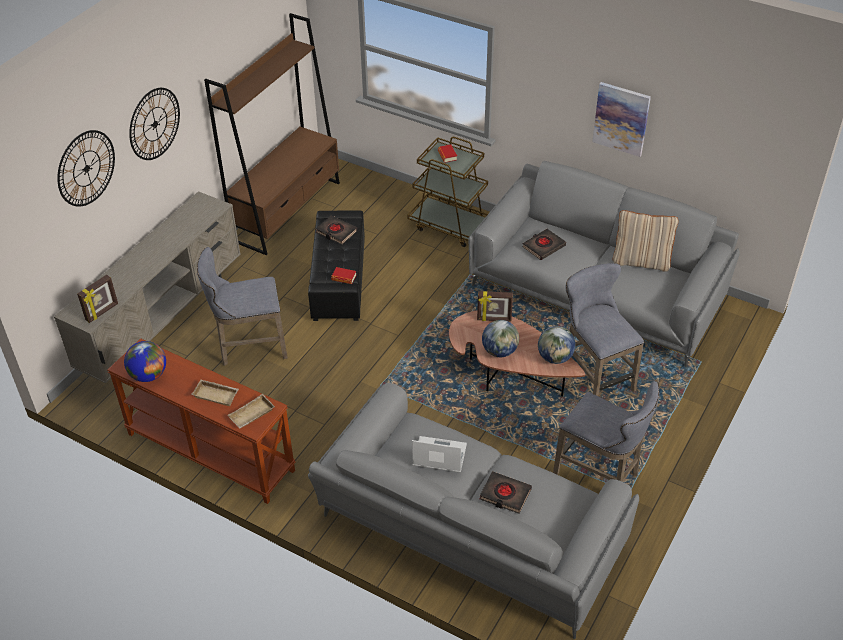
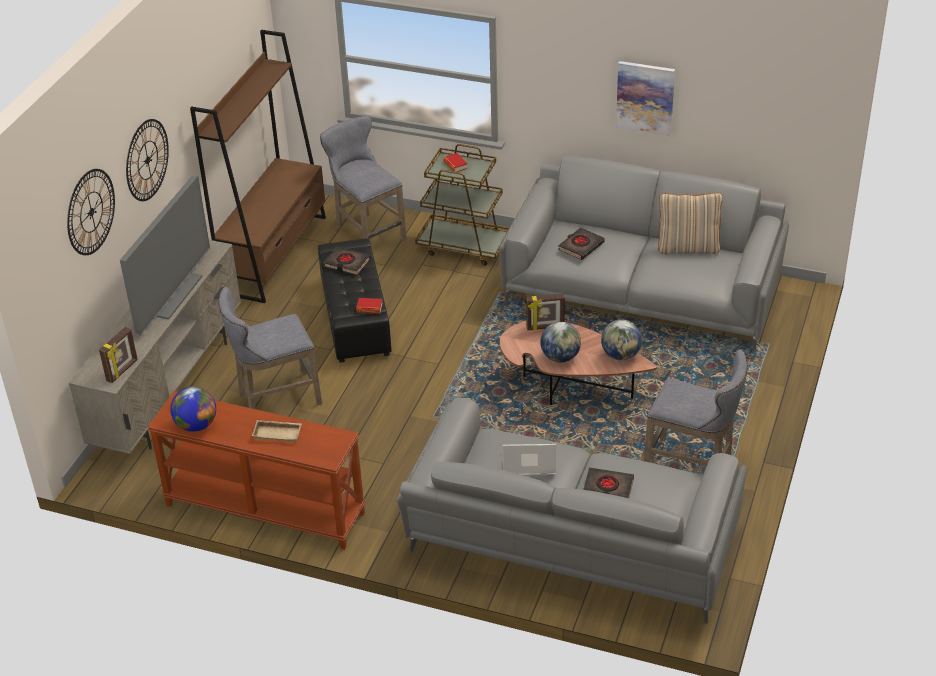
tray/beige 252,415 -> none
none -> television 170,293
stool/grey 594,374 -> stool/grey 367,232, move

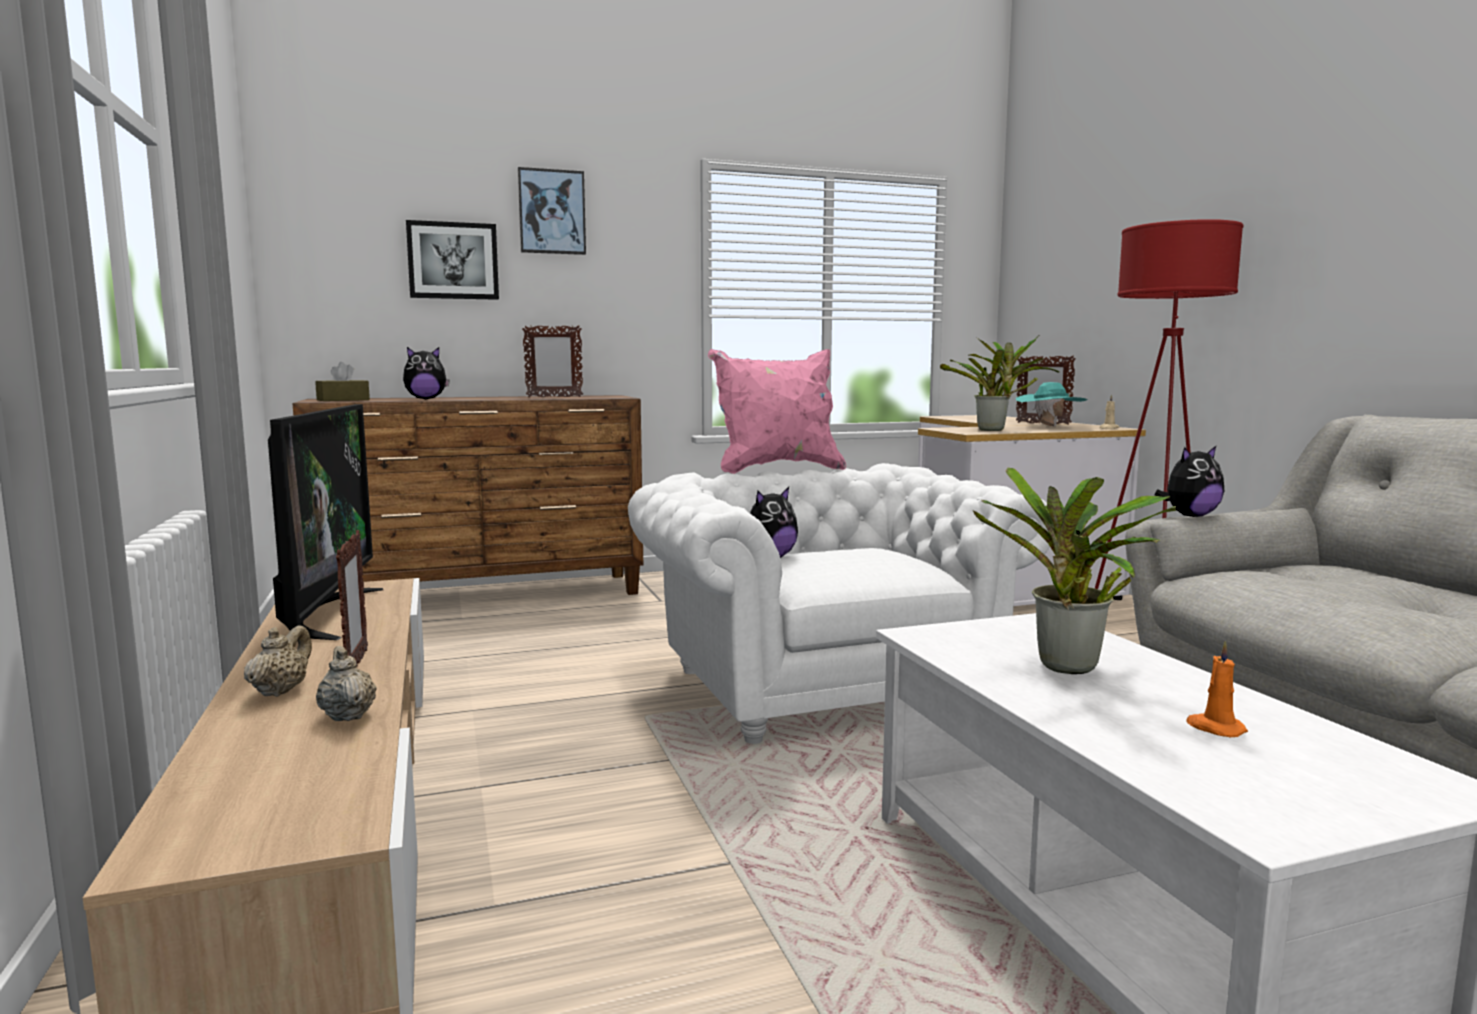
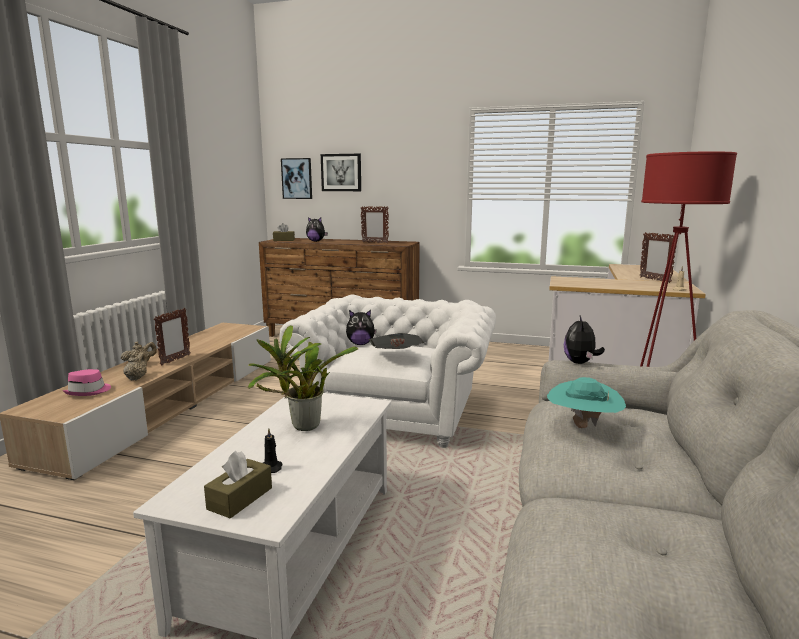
television 325,614 -> none
pillow/pink 777,470 -> none
potted plant 994,430 -> none
none -> hat/pink 89,391
none -> tissue box/brown 240,498
none -> newspaper 396,356
picture 551,212 -> picture 297,178, move
hat/turquoise 1049,427 -> hat/turquoise 582,427, move
candle/orange 1214,728 -> candle/black 271,467
plush toy 1190,516 -> plush toy 580,363, 90 degrees clockwise

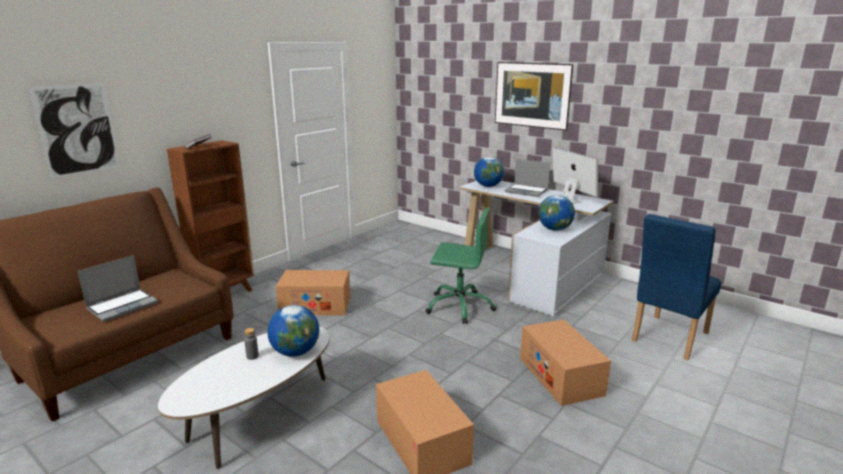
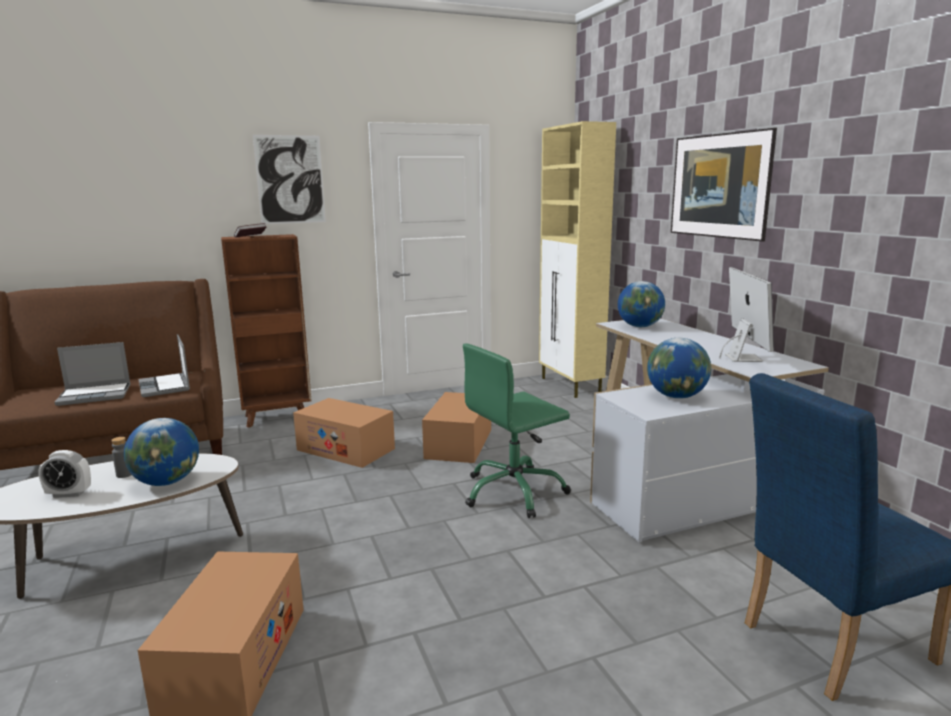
none -> alarm clock 69,494
none -> cabinet/beige 570,386
picture 77,129 -> picture 290,179, move
laptop 527,191 -> laptop 165,386, move
cardboard box 560,376 -> cardboard box 459,443, move
office chair/green 459,306 -> office chair/green 514,492, 105 degrees clockwise

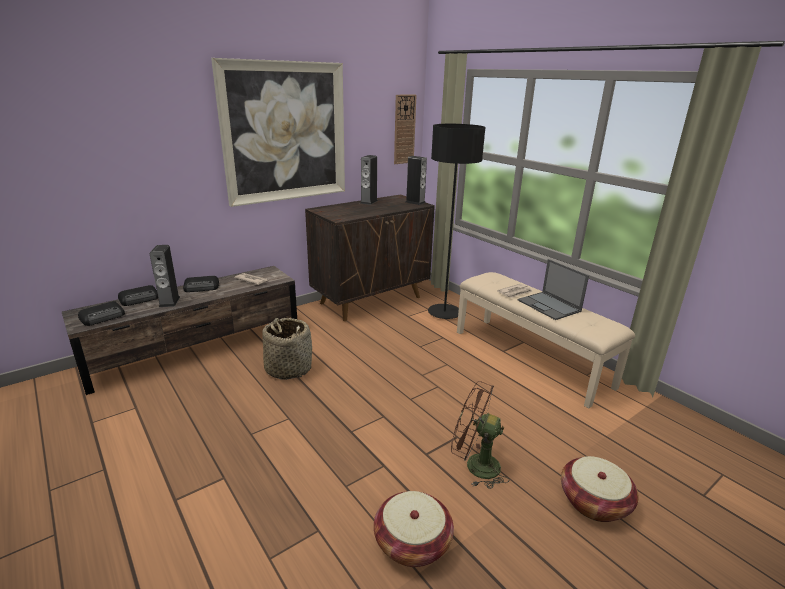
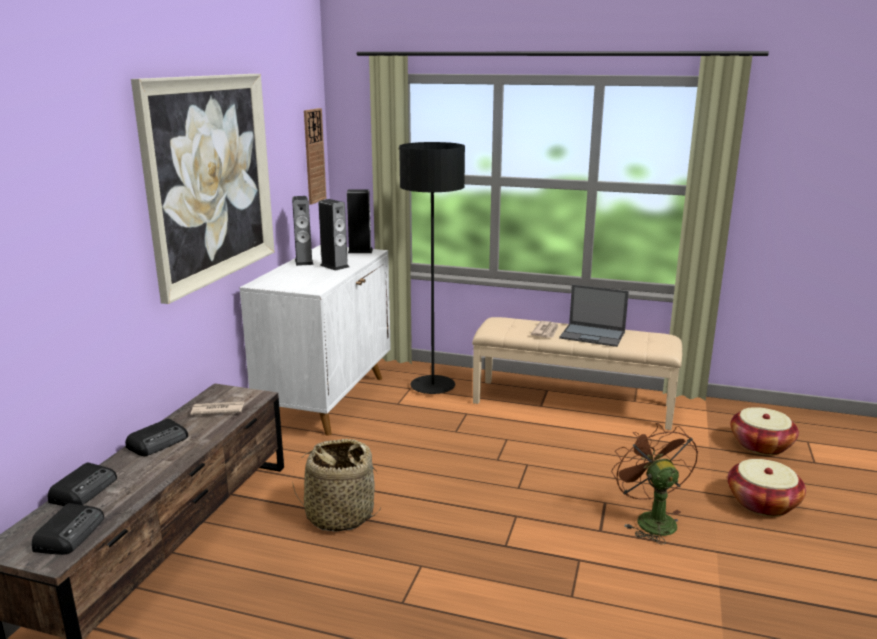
speaker 169,302 -> speaker 334,266, move
basket 412,542 -> basket 761,445, move
cabinet/brown 371,300 -> cabinet/white 328,399
fan/brown 475,465 -> fan/brown 650,519, 90 degrees clockwise

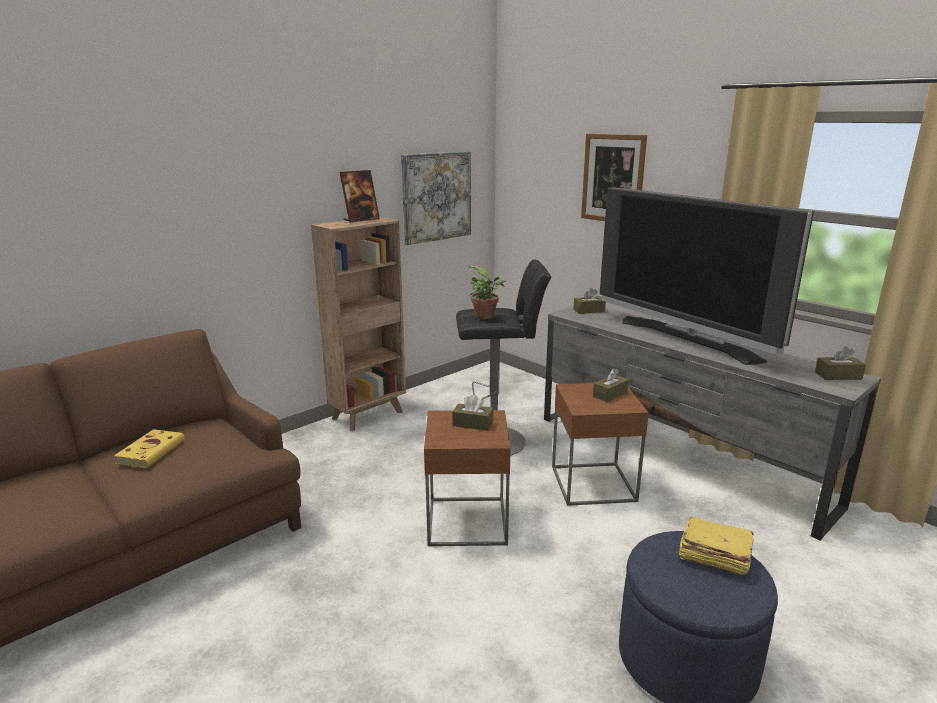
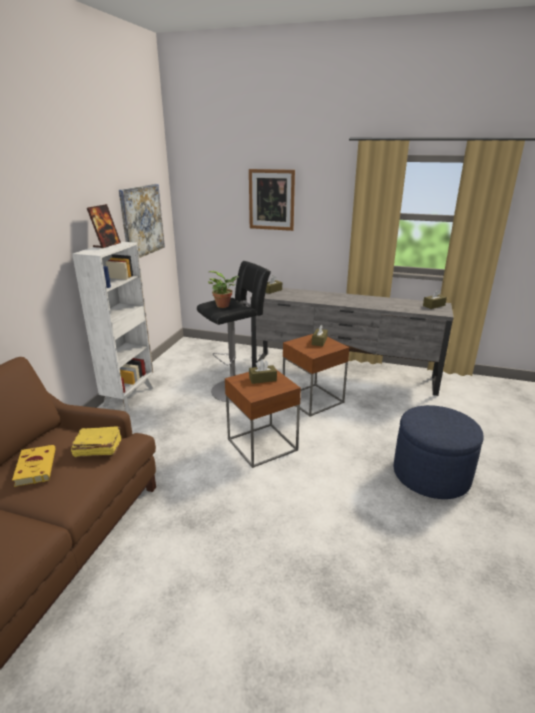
television 687,339 -> none
book/yellow 713,556 -> book/yellow 97,448, move
bookcase/brown 369,415 -> bookcase/white 129,396

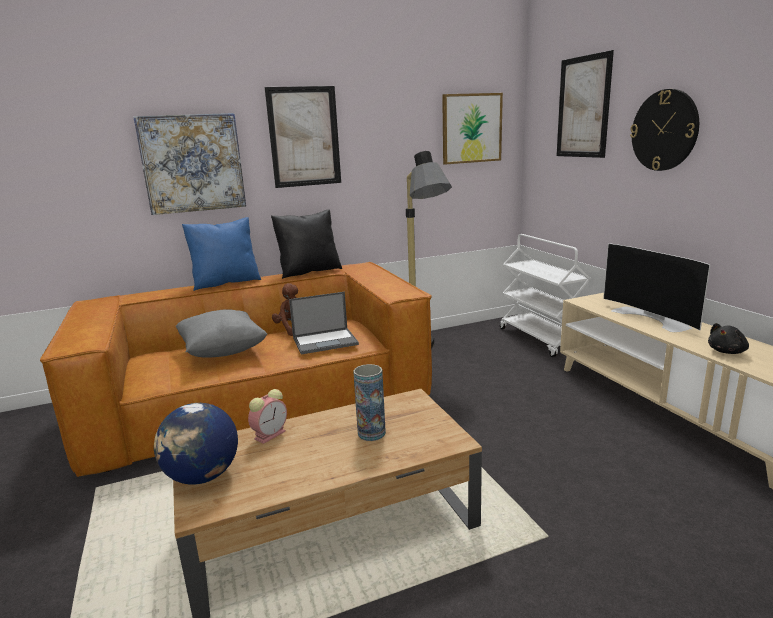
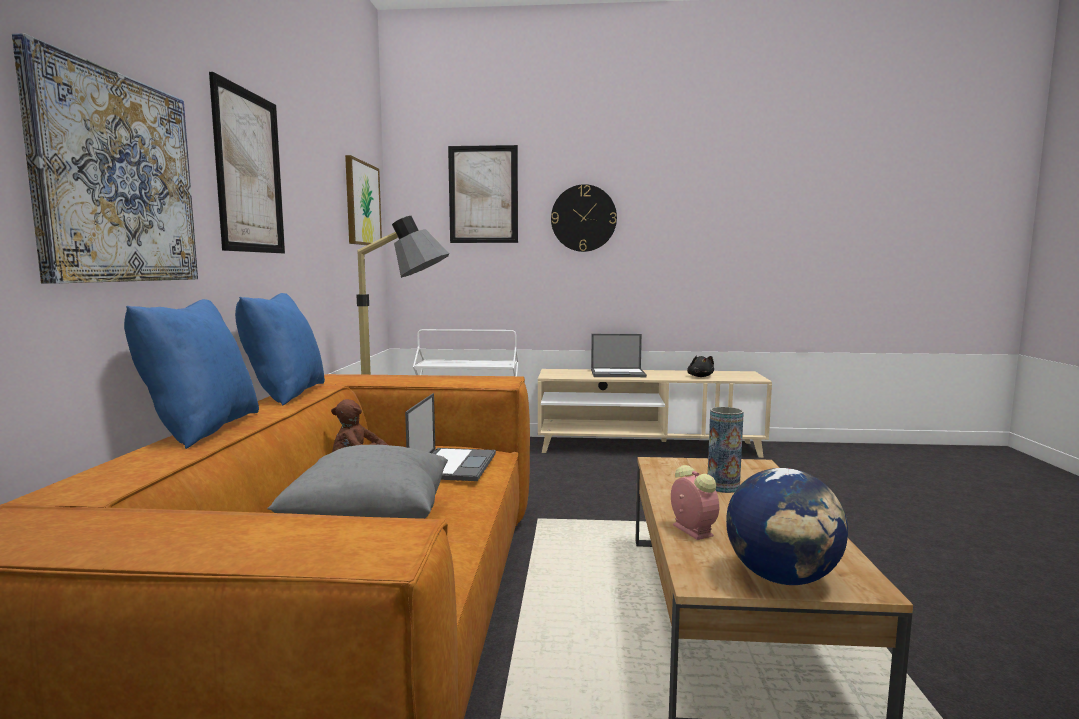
television 652,318 -> laptop 618,373
pillow/black 309,271 -> pillow/blue 285,394

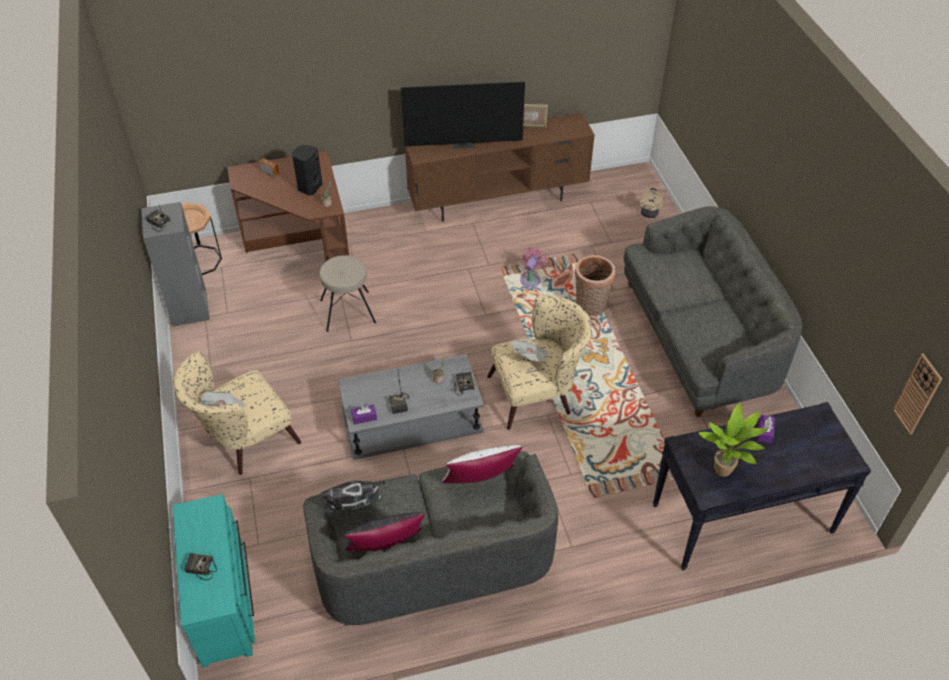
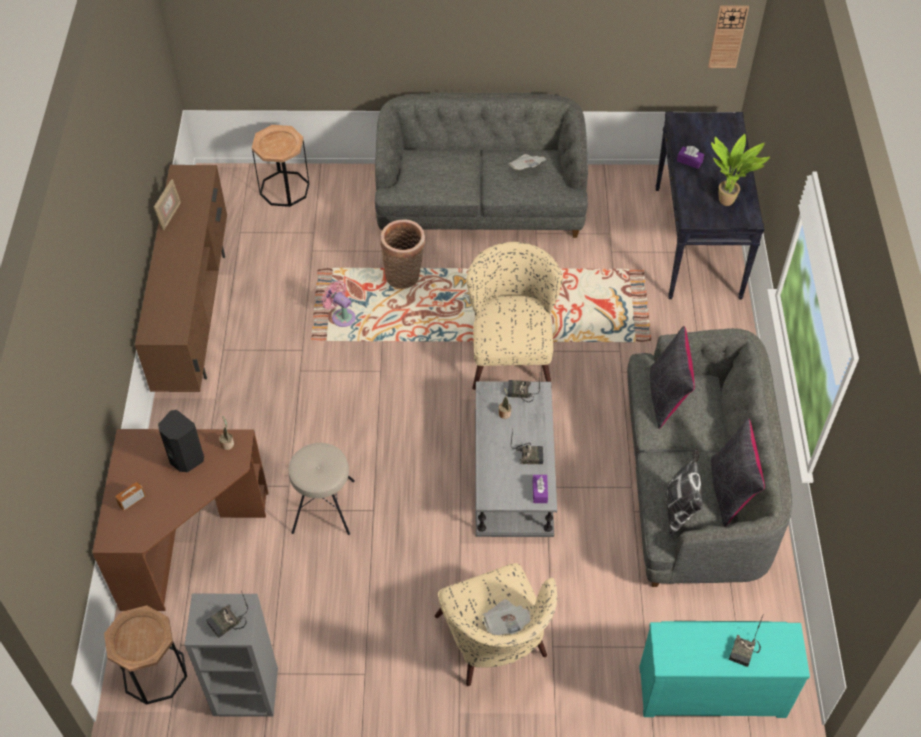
television 463,143 -> none
newspaper 530,357 -> newspaper 526,169, move
fan/beige 649,214 -> side table/brown 284,189
pillow/white 481,483 -> pillow/black 667,397

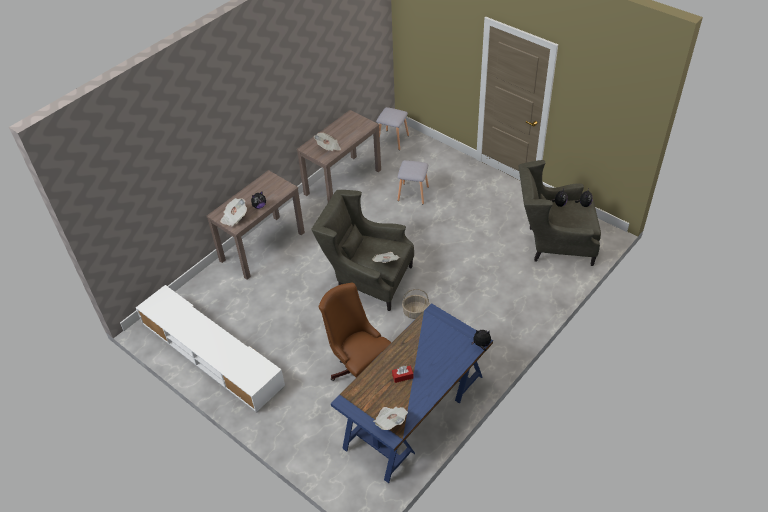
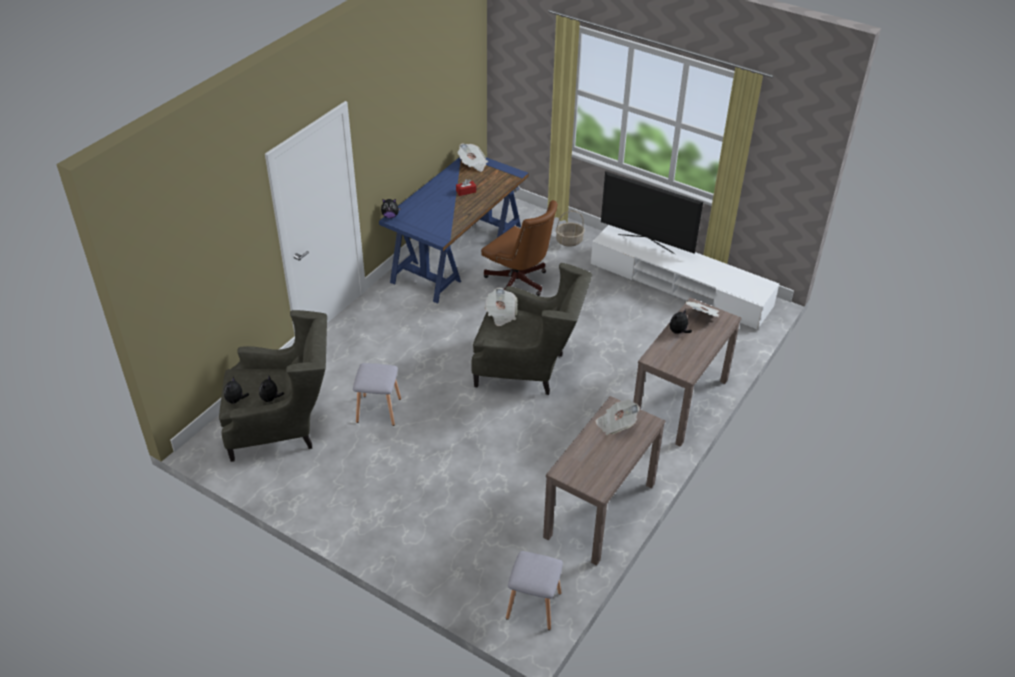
none -> television 646,243
stool/grey 413,193 -> stool/grey 378,410, move
basket 415,312 -> basket 569,241, move

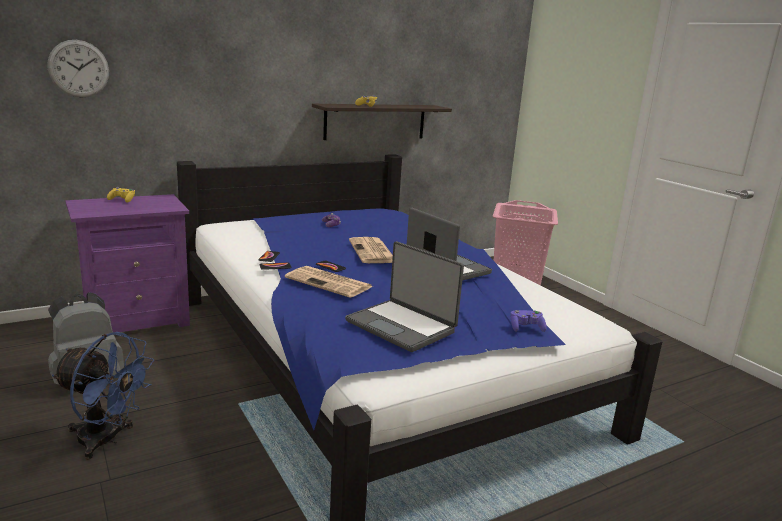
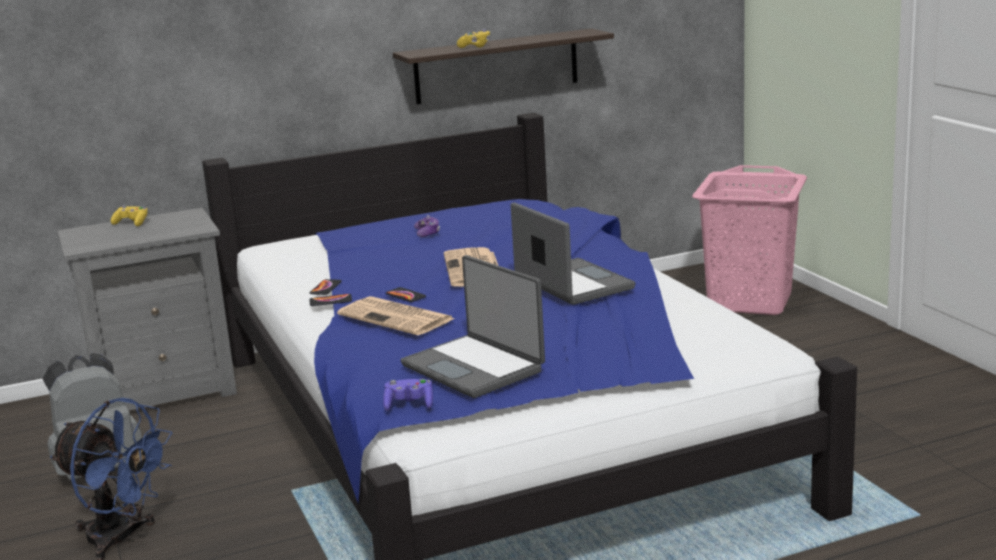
wall clock 78,68 -> none
game controller/purple 526,328 -> game controller/purple 409,405, move
nightstand/purple 136,320 -> nightstand/grey 164,391

